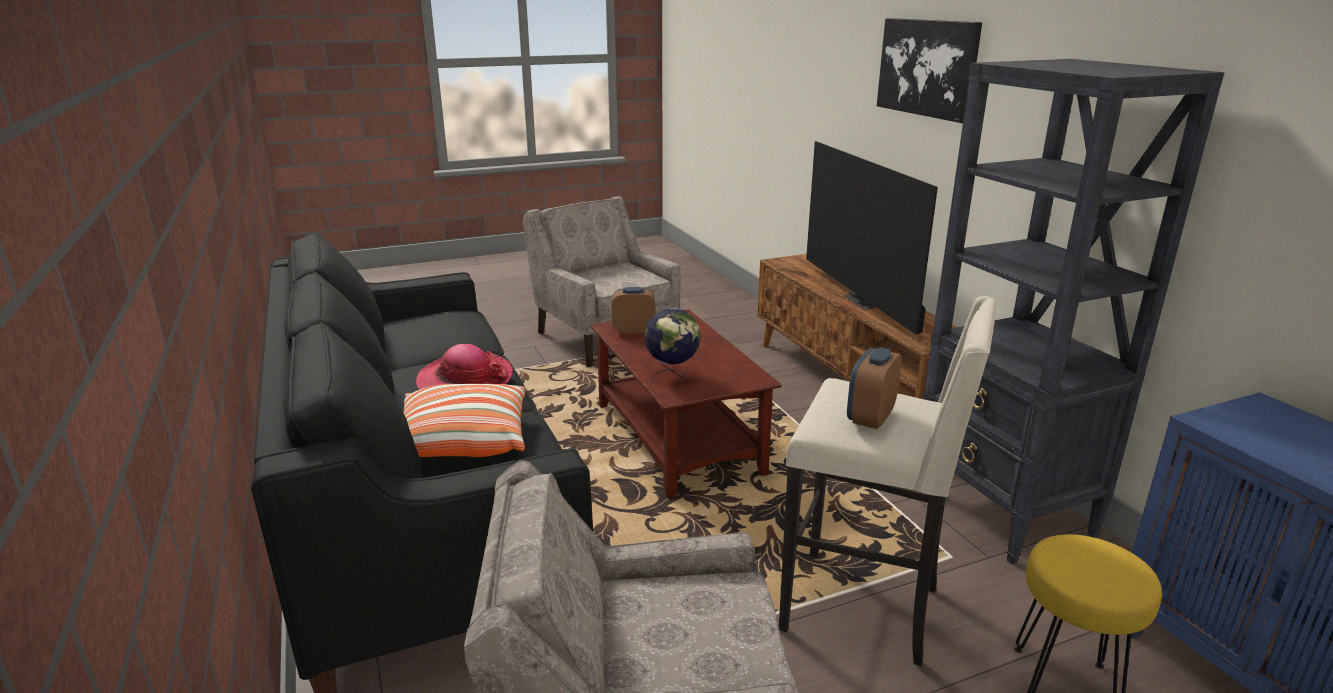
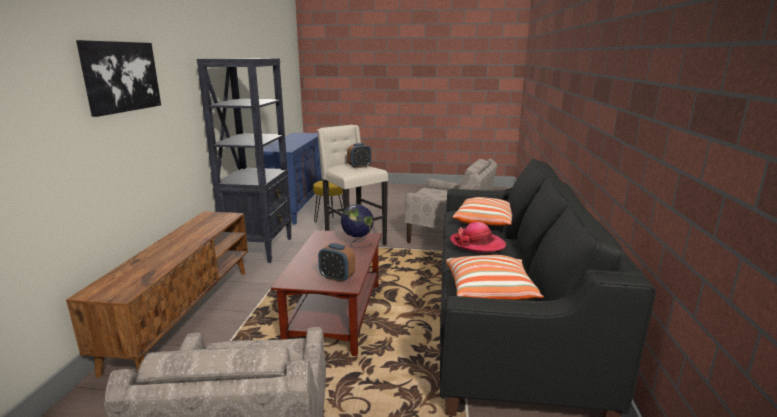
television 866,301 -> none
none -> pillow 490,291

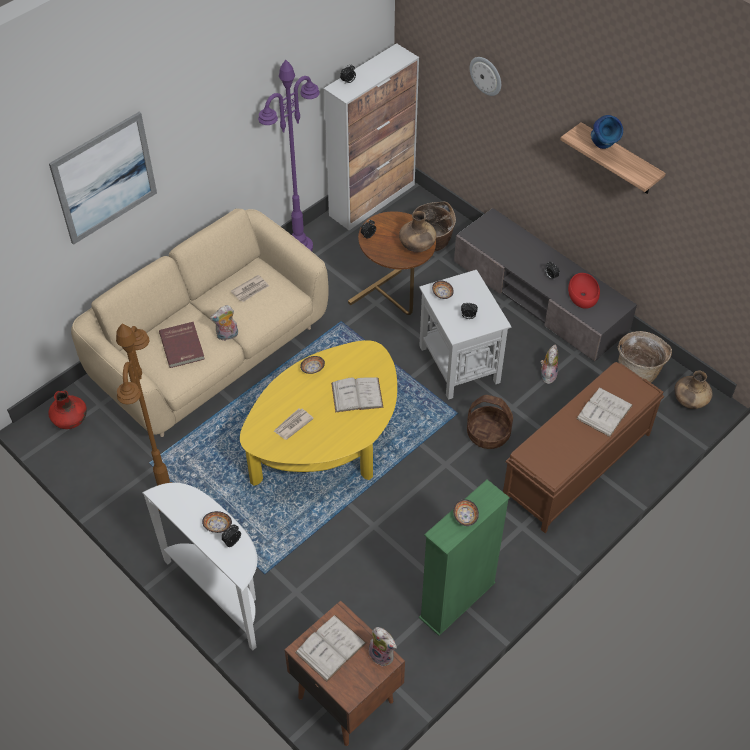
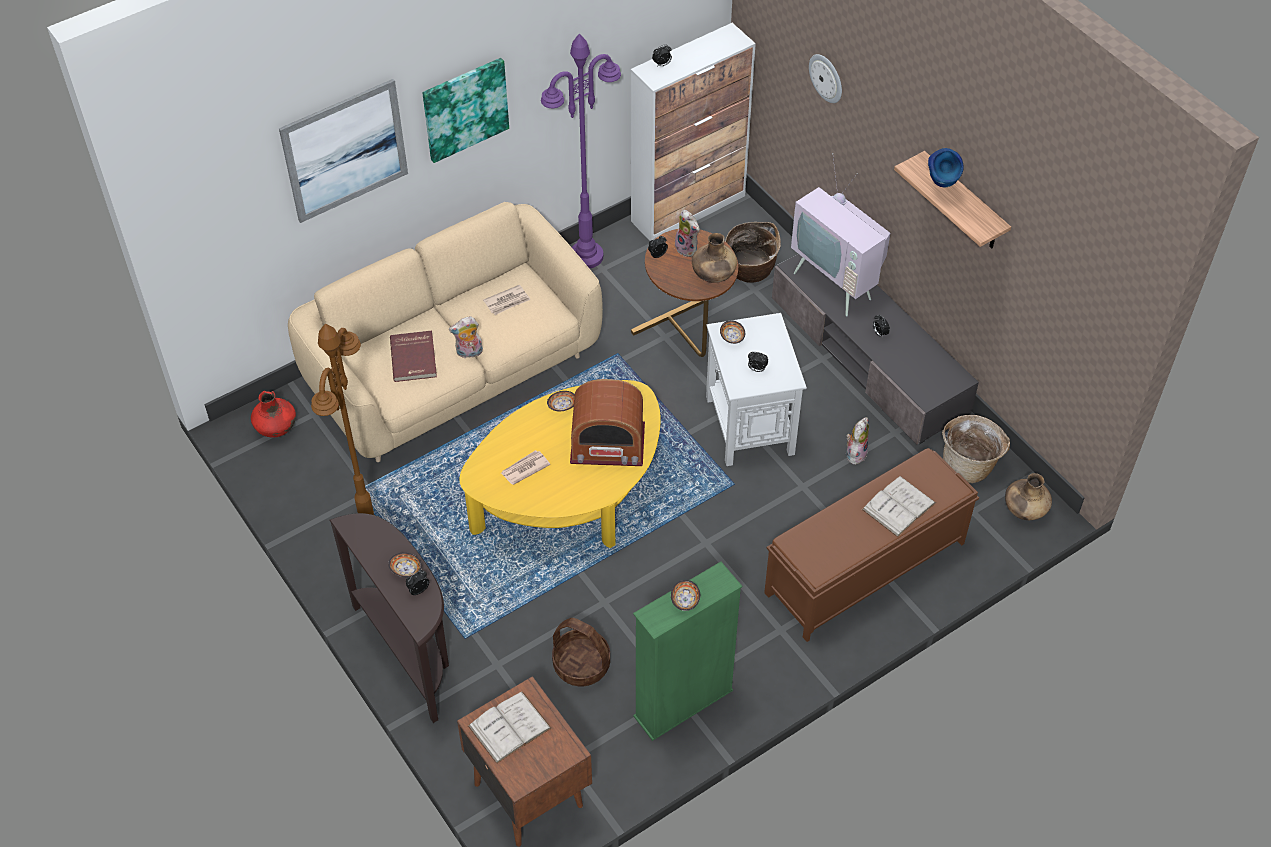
bowl/red 582,294 -> none
none -> picture 465,108
none -> television 837,283
plush toy 383,654 -> plush toy 688,248, move
basket 488,434 -> basket 581,665, move
book/white 357,395 -> radio 607,444
console table/white 221,593 -> console table/brown 410,652

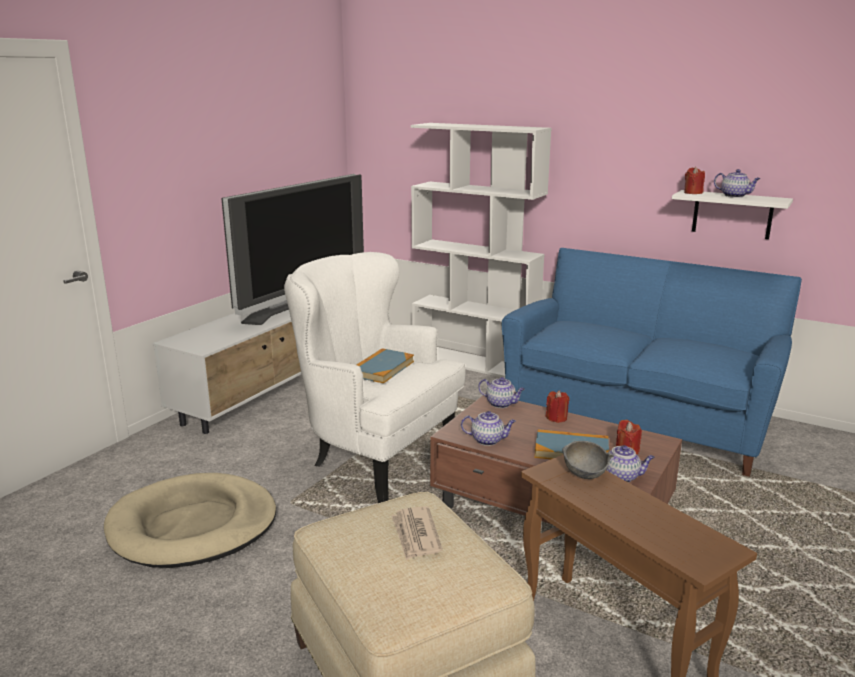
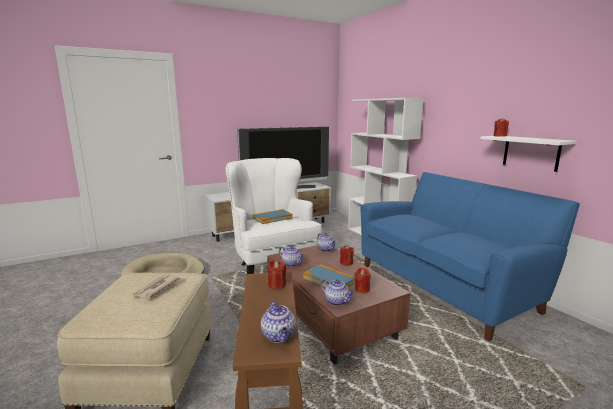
teapot 735,196 -> teapot 279,336, move
bowl/grey 585,474 -> candle/red 277,284

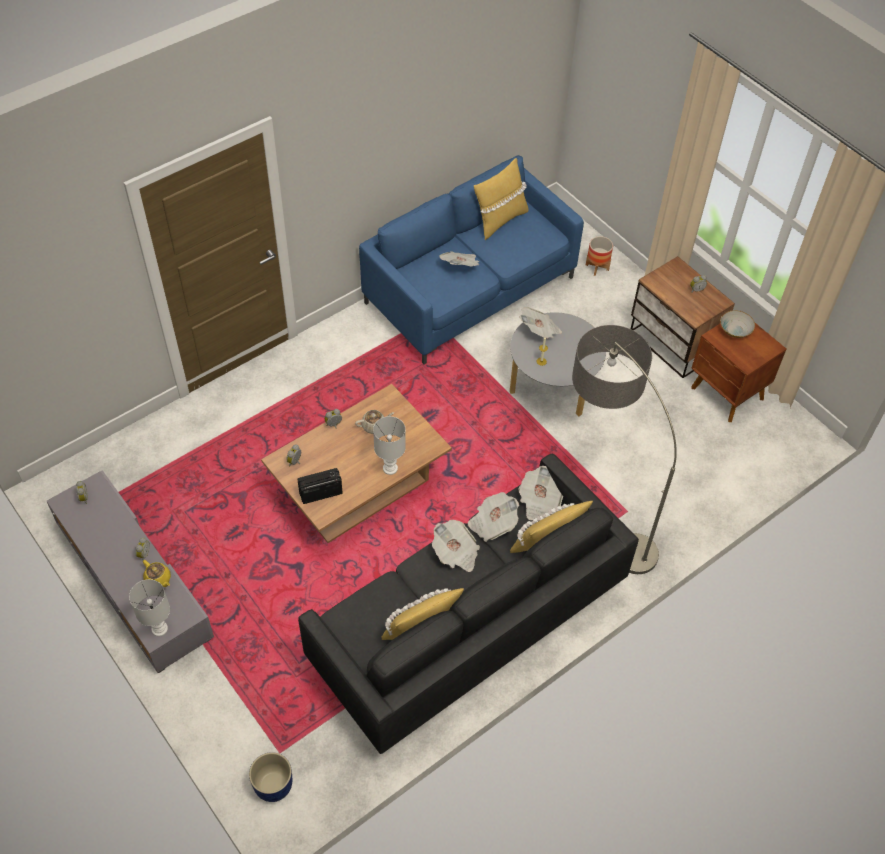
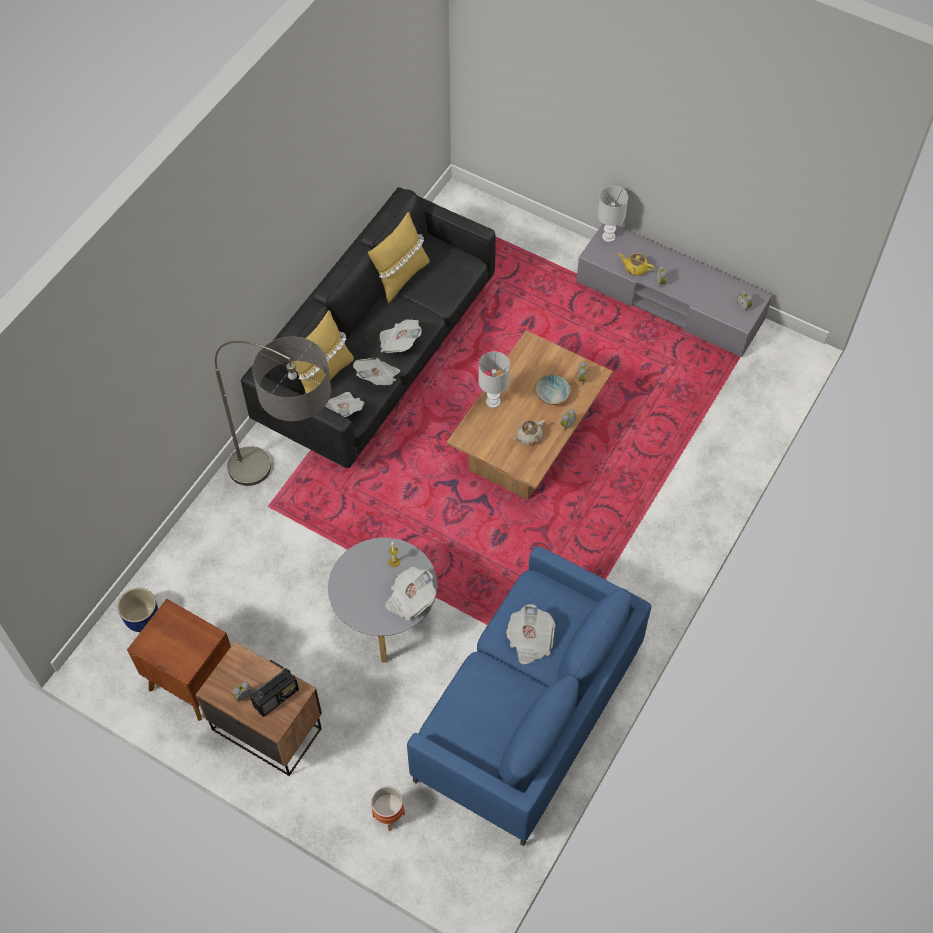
pillow/yellow 499,220 -> none
planter/blue 274,786 -> planter/blue 142,618, move
radio 320,493 -> radio 276,697, move
bowl 734,330 -> bowl 552,395, move

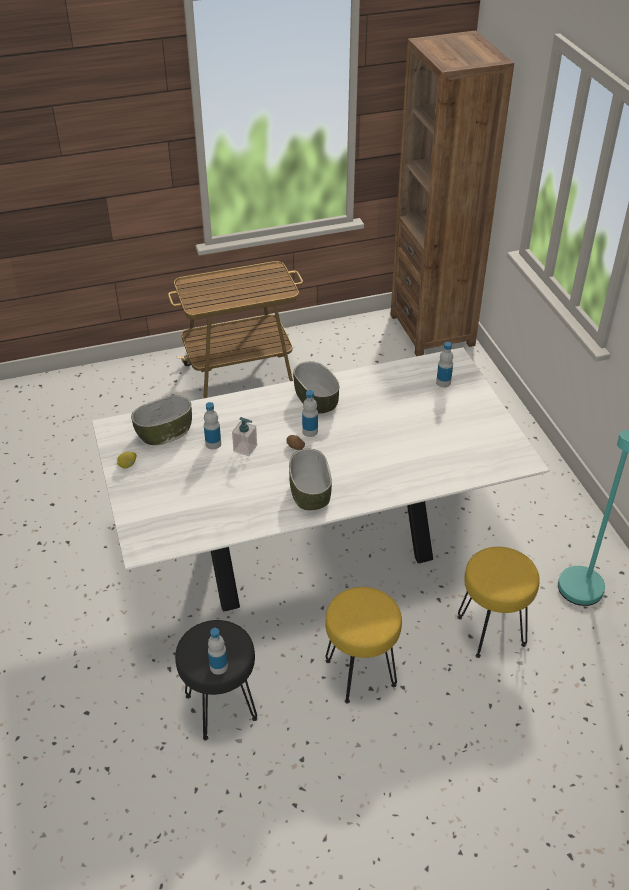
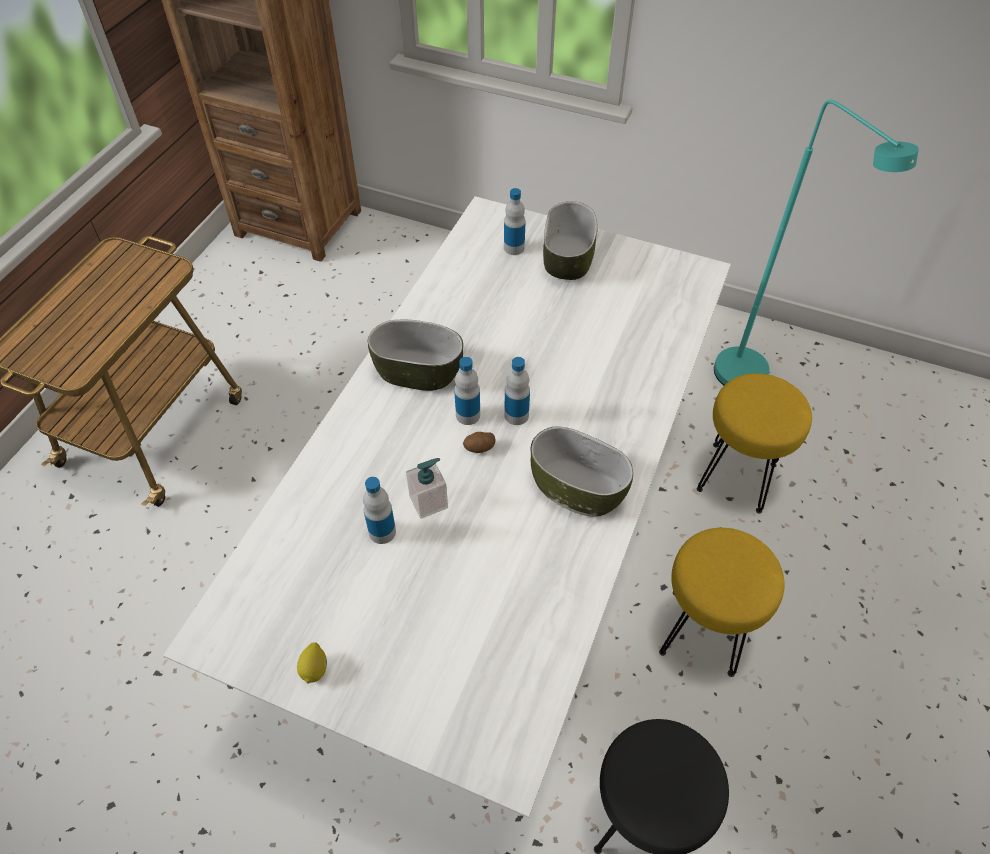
bowl 164,432 -> bowl 567,259, move
bottle 218,667 -> bottle 516,415, move

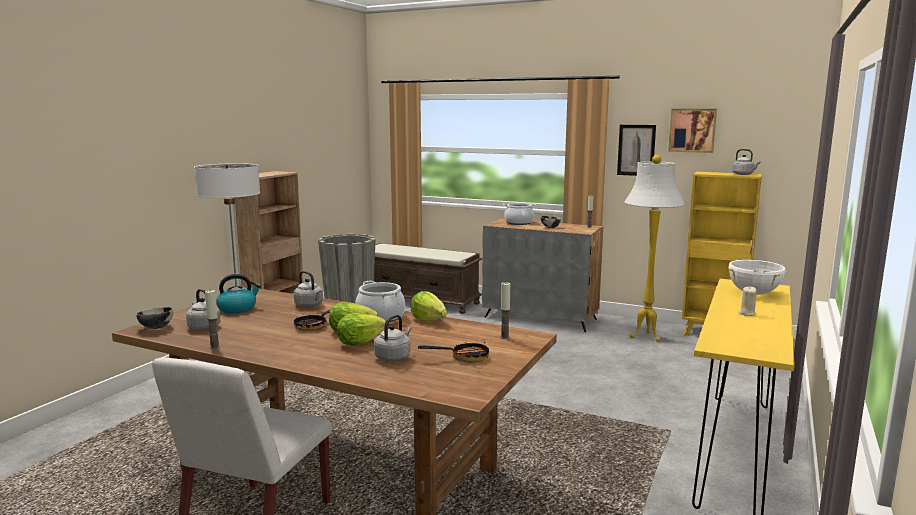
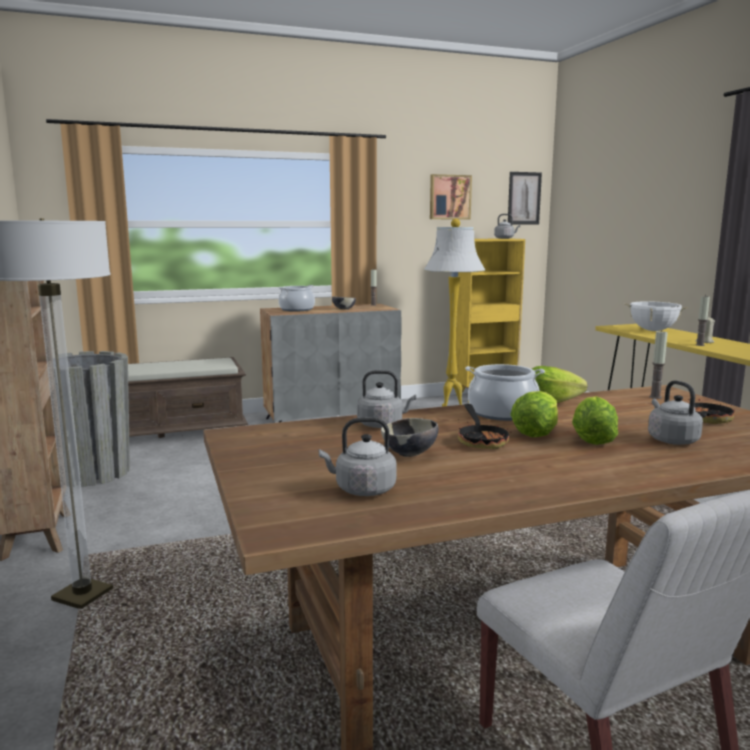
kettle 238,308 -> none
bowl 156,328 -> bowl 409,454, move
candle 214,347 -> candle 700,345, move
picture 636,150 -> picture 524,198, move

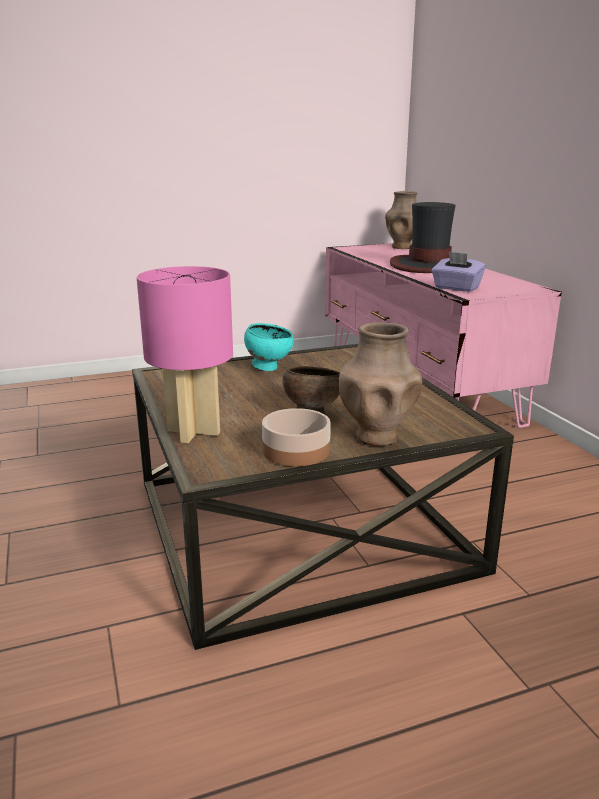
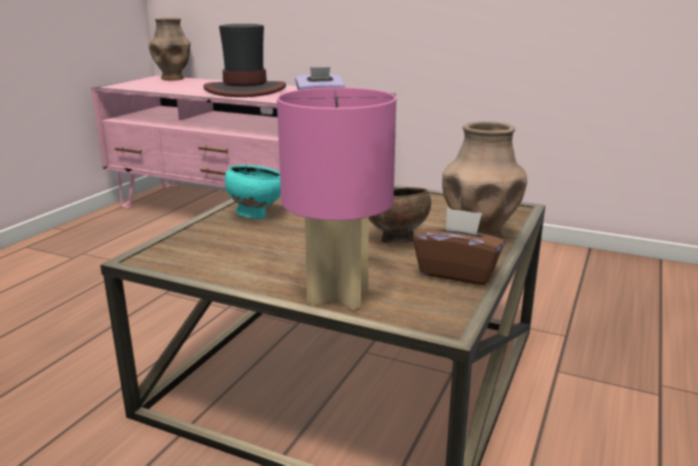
bowl 295,450 -> tissue box/brown 457,272

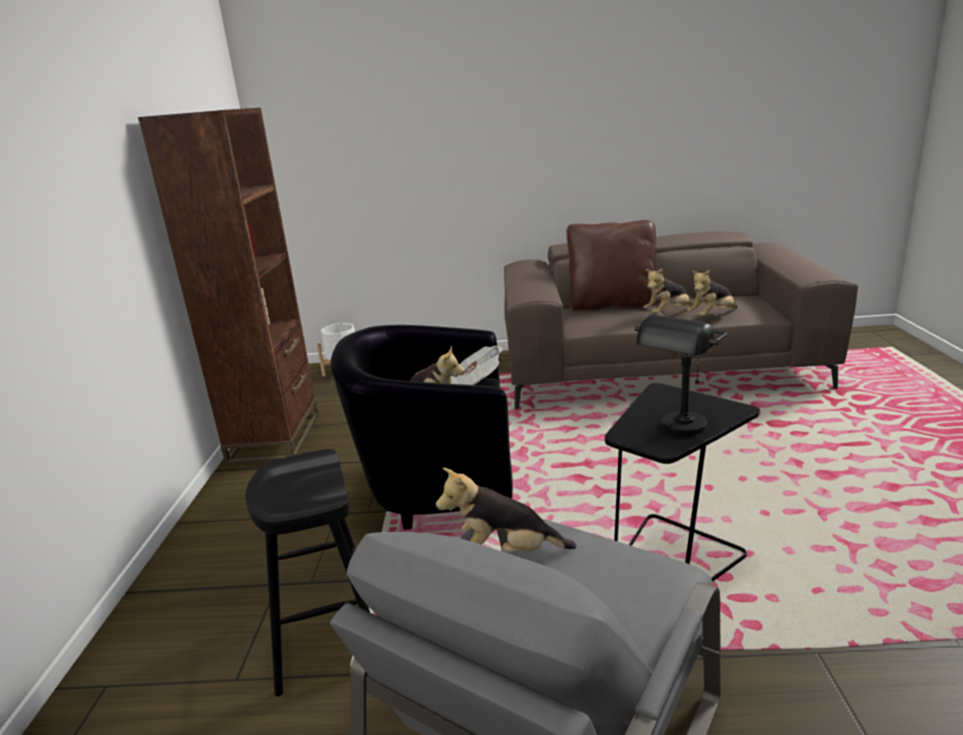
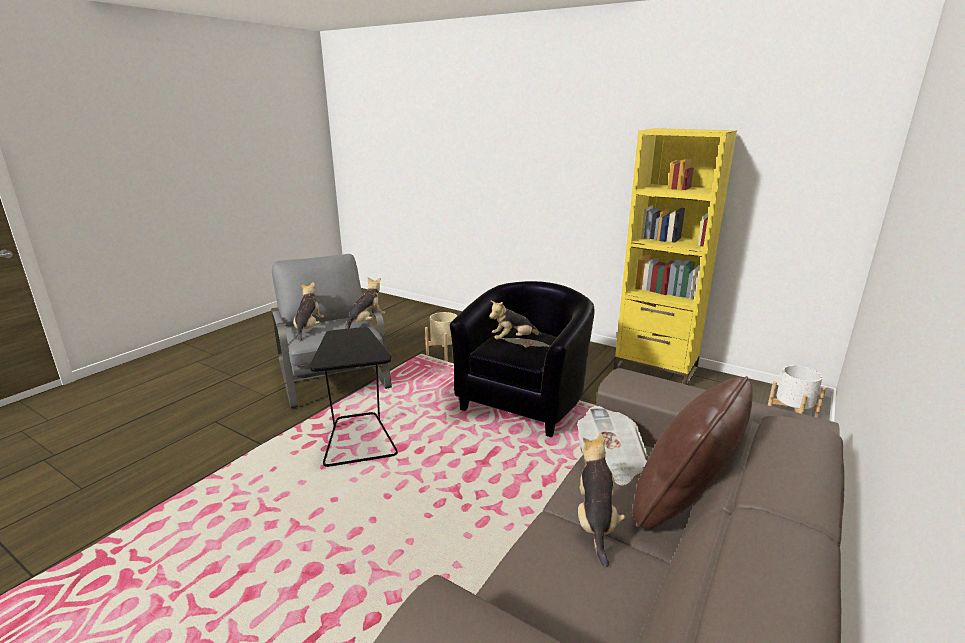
table lamp/black 678,432 -> none
none -> newspaper 611,461
plush toy 712,316 -> plush toy 309,329, move
stool/black 326,634 -> planter/beige 444,353
bookcase/brown 275,438 -> bookcase/yellow 655,369

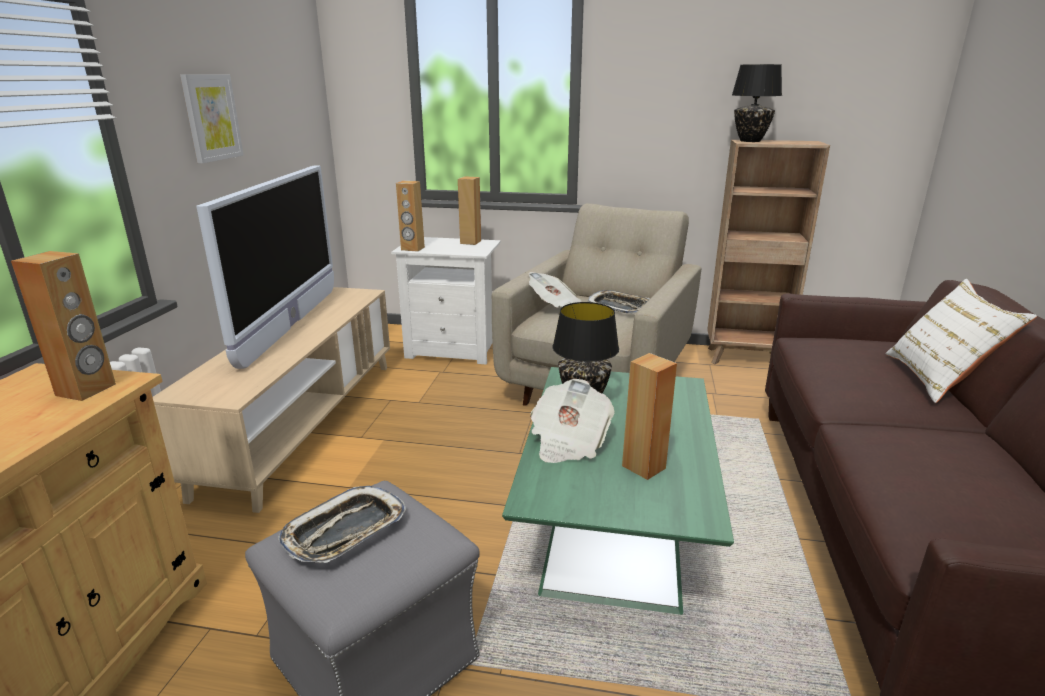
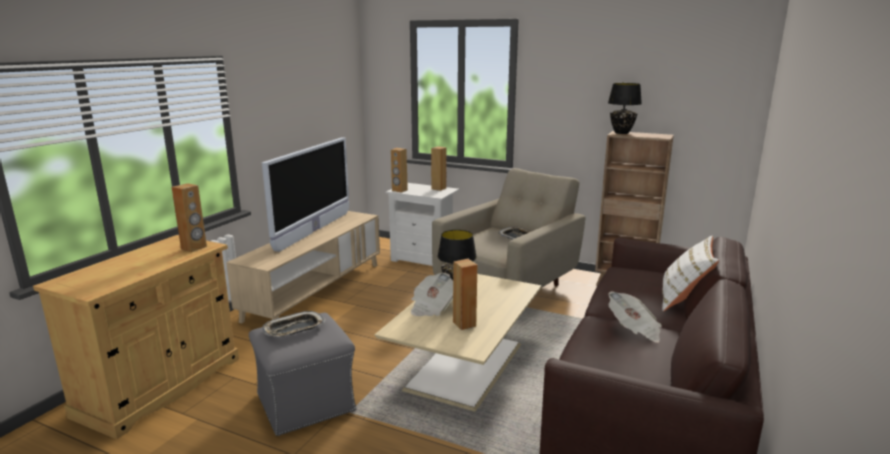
picture 211,117 -> none
newspaper 555,307 -> newspaper 634,330, move
coffee table/green 615,528 -> coffee table/beige 464,367

